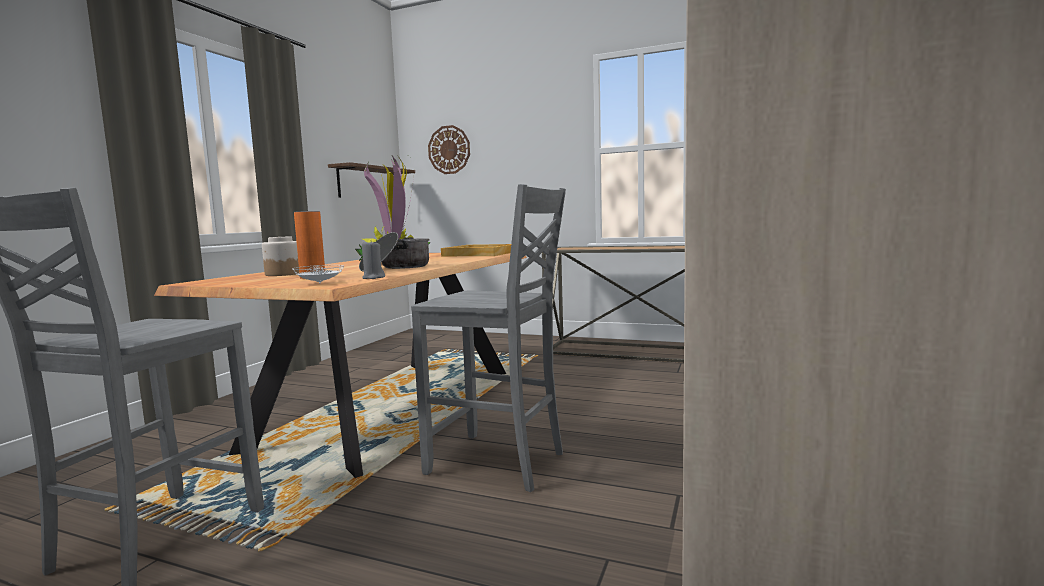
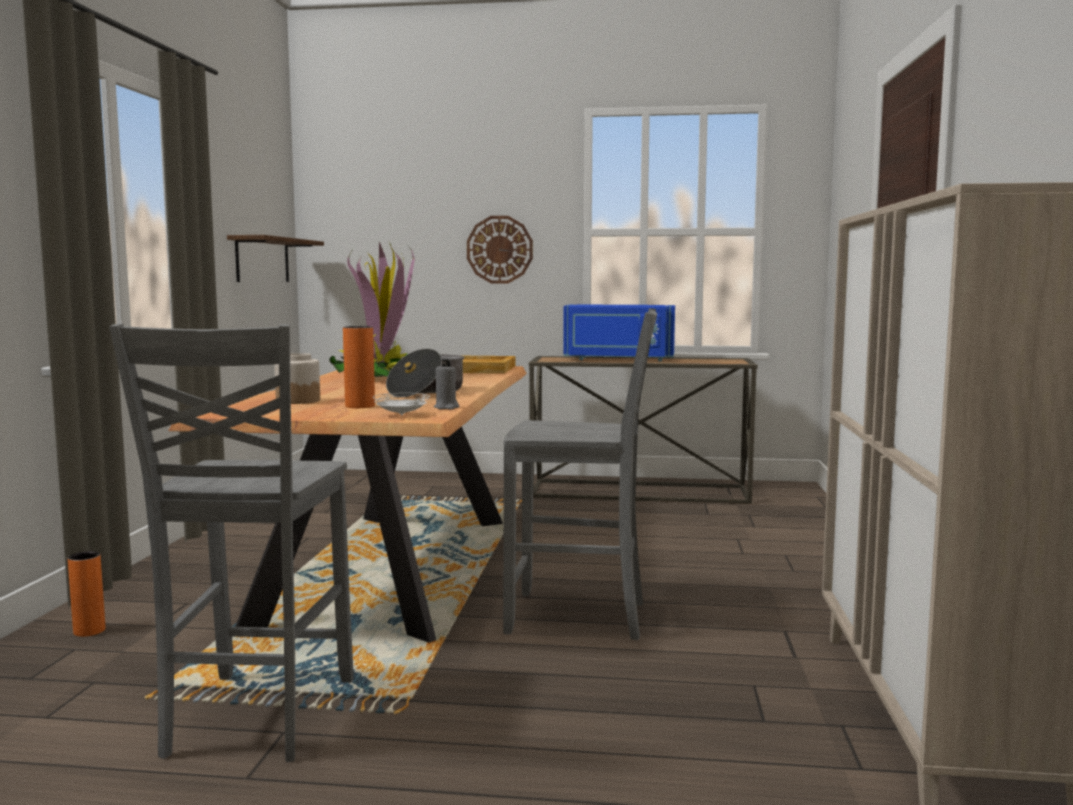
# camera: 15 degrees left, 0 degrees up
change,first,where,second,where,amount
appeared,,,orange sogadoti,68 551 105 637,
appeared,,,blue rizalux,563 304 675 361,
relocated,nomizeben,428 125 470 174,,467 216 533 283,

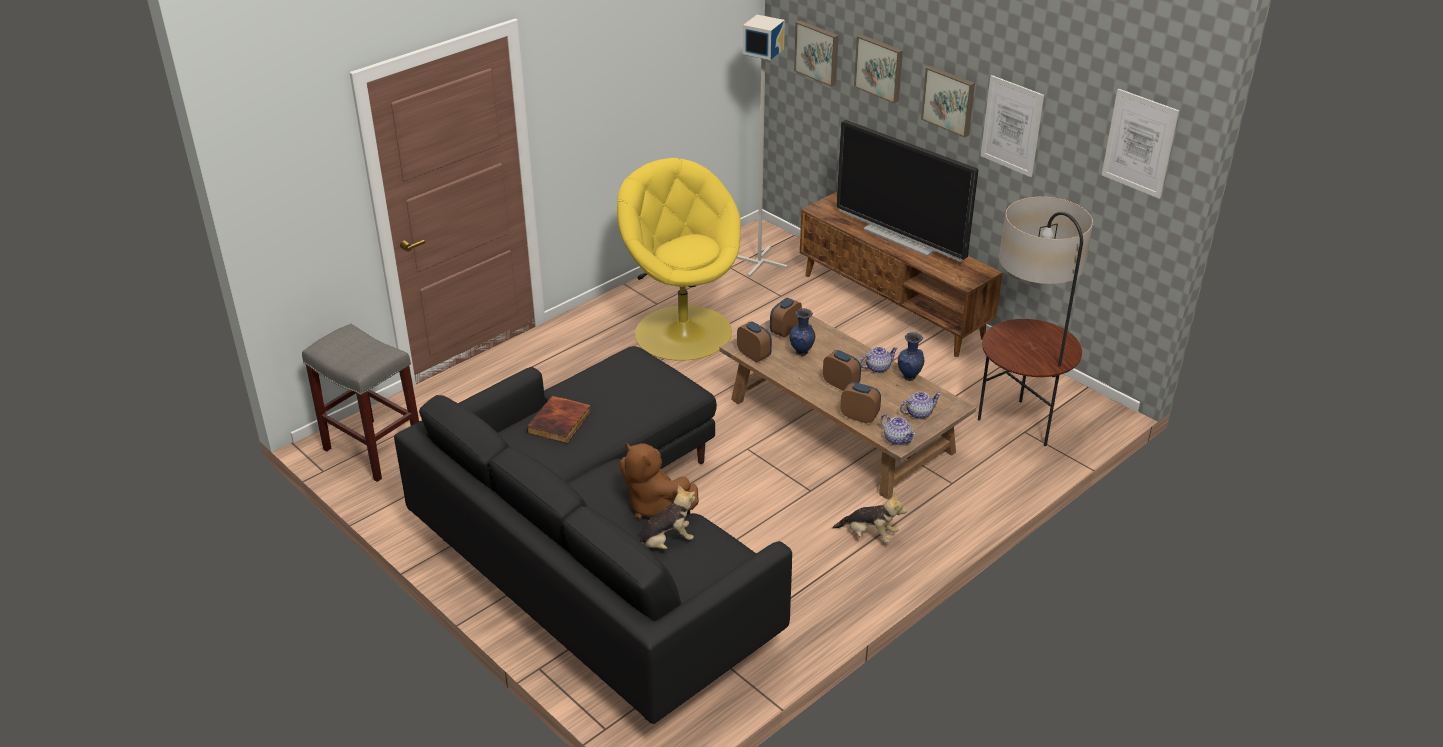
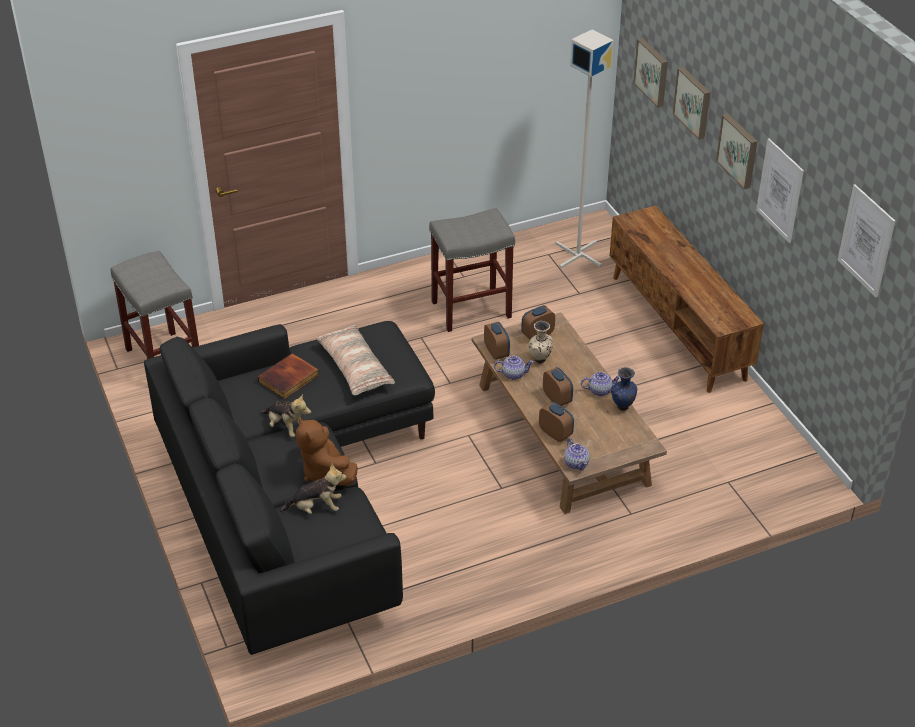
# camera: 20 degrees right, 5 degrees up
change,first,where,second,where,amount
missing,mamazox,836 120 979 262,,,
missing,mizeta,978 197 1093 446,,,
appeared,,,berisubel,316 324 395 395,
relocated,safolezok,832 493 907 543,,260 393 311 437,
relocated,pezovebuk,900 392 941 419,,494 356 534 380,
exchanged,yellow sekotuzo,617 158 741 361,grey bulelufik,429 208 515 332,
colour,blue sogadoti,790 308 815 356,beige sogadoti,529 321 553 363,

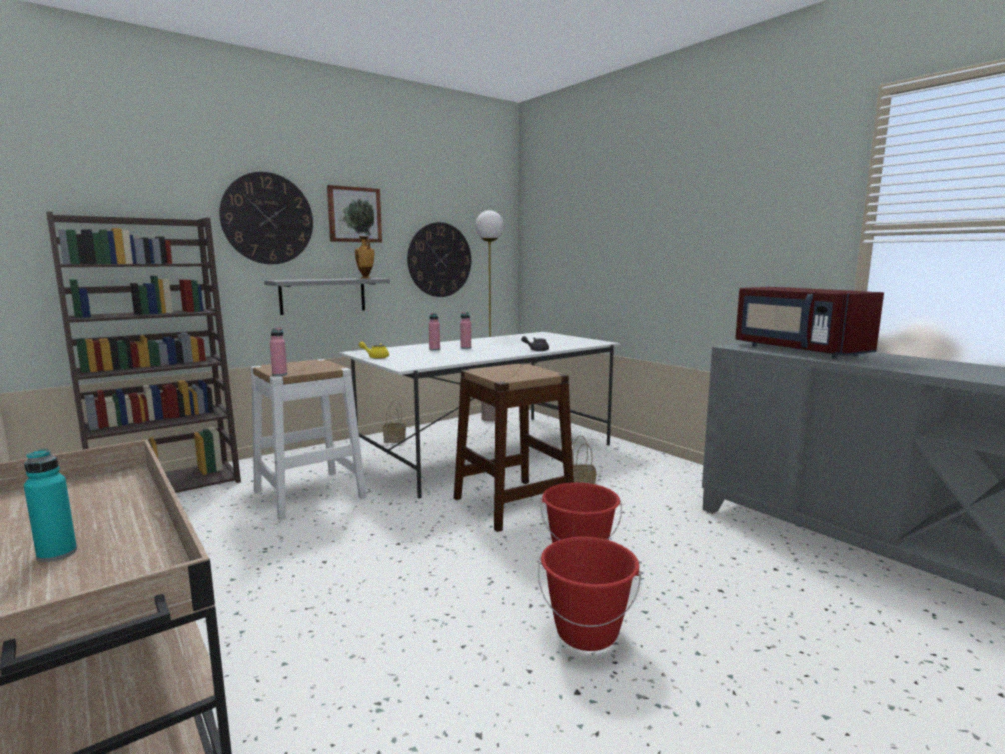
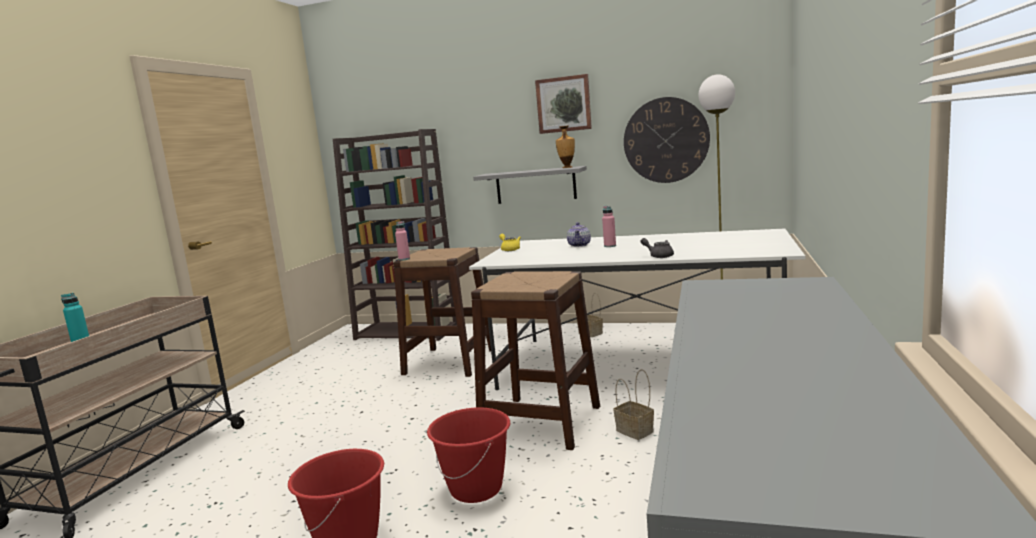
# camera: 55 degrees right, 0 degrees up
change,first,where,second,where,amount
missing,nomizeben,219 172 313 264,,,
missing,red rizalux,736 287 884 359,,,
exchanged,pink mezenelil,429 313 440 351,pezovebuk,567 222 591 247,
colour,white bulelufik,251 359 367 520,brown bulelufik,393 247 491 377,

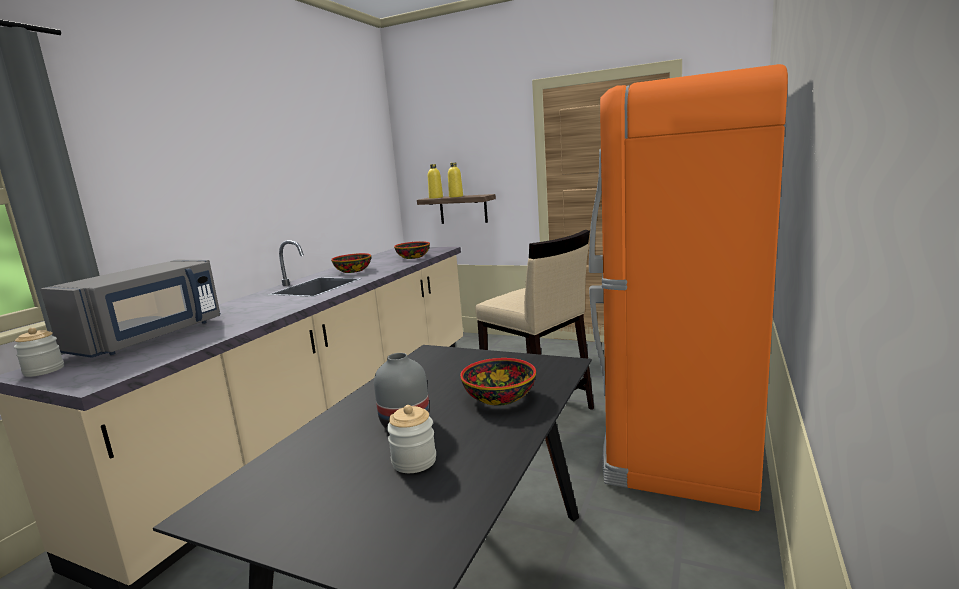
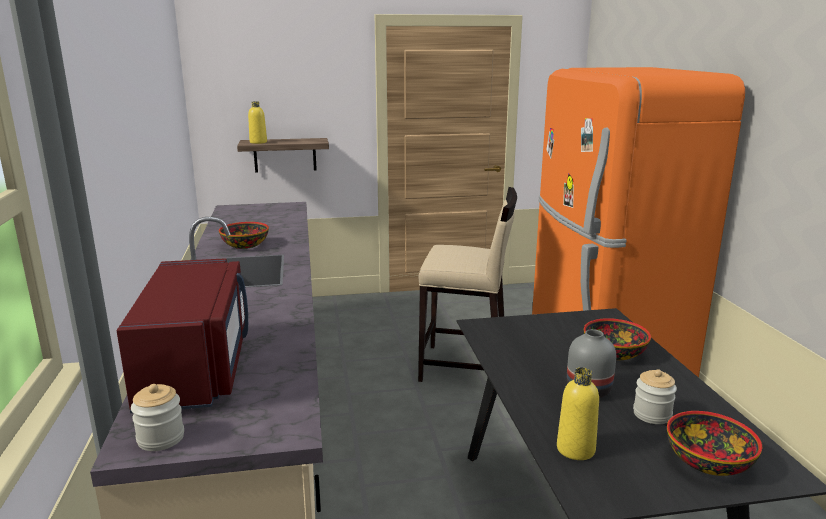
# camera: 35 degrees left, 5 degrees up
change,first,where,second,where,amount
relocated,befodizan,394 241 430 259,,667 411 762 476,
relocated,yellow mezenelil,448 162 463 198,,557 367 599 460,
colour,grey rizalux,40 260 220 358,red rizalux,117 258 248 413,

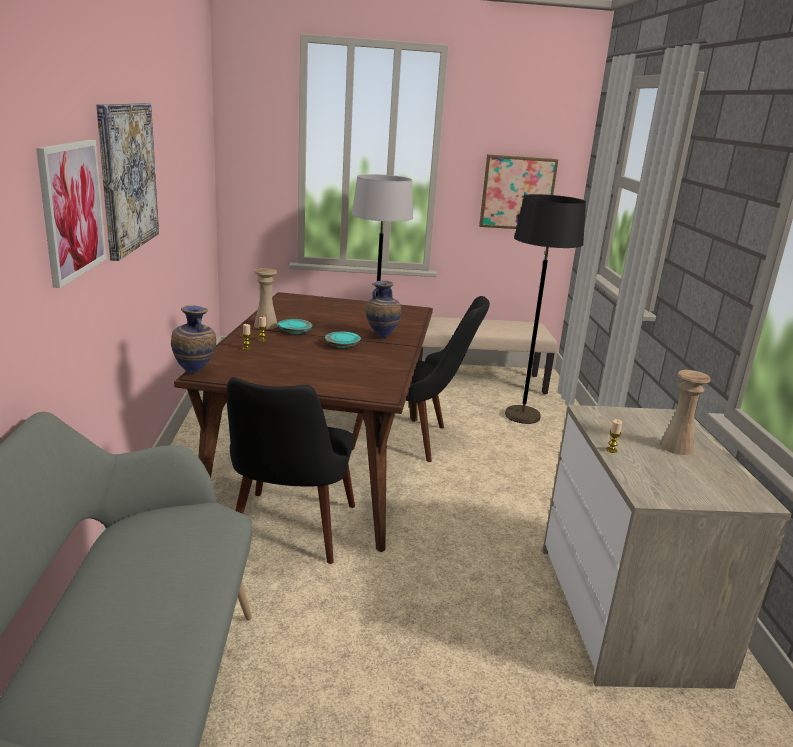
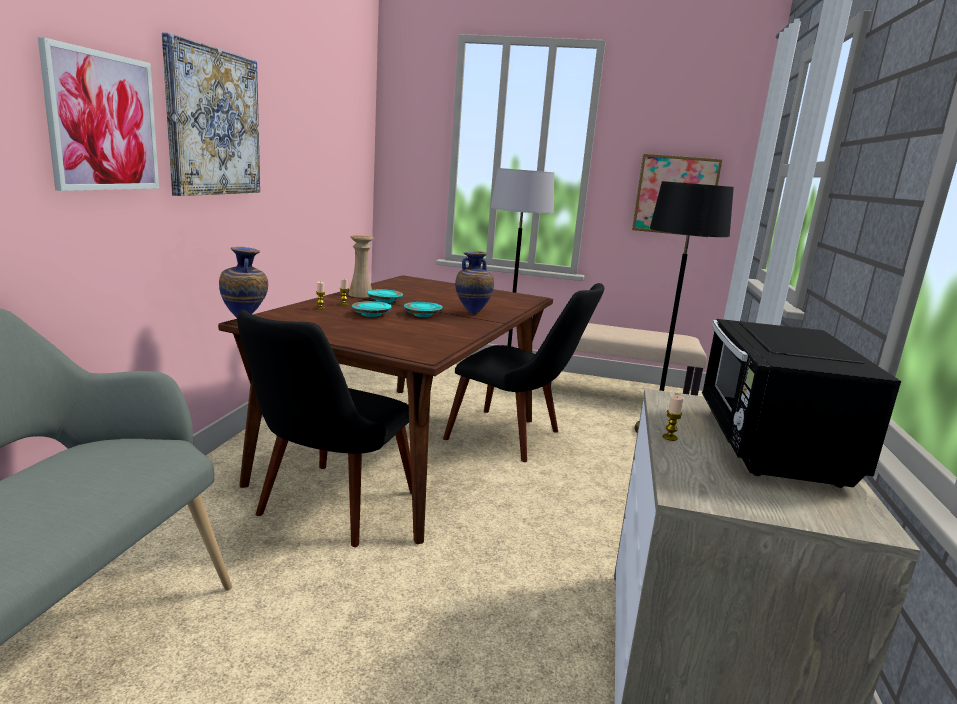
# camera: 15 degrees right, 5 degrees down
change,first,where,second,where,amount
appeared,,,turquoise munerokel,352 301 392 317,
exchanged,beige sogadoti,660 370 711 455,black rizalux,702 319 901 488,

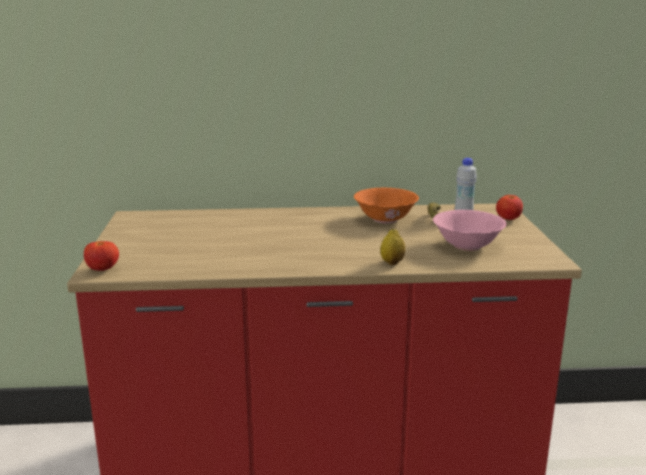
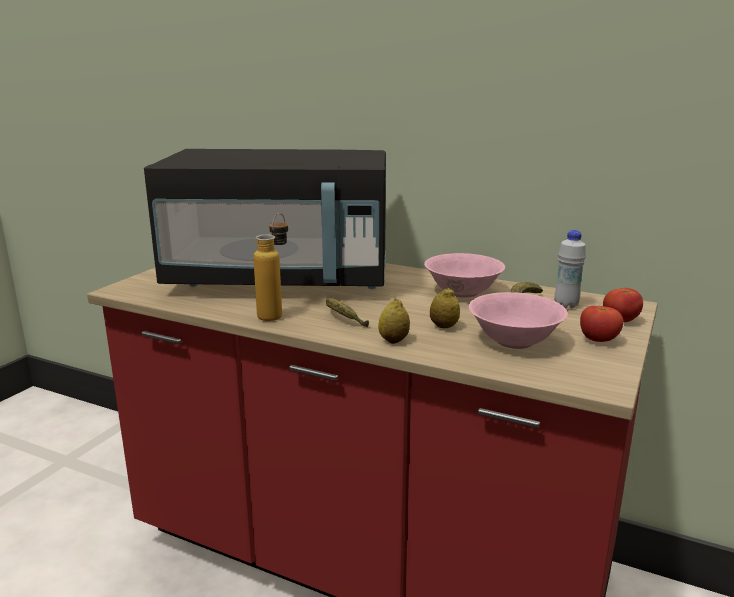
# camera: 30 degrees right, 0 degrees up
change,first,where,second,where,amount
appeared,,,black rizalux,144 149 386 289,
appeared,,,mezenelil,253 213 288 321,
appeared,,,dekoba,326 298 369 327,
appeared,,,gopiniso,430 287 460 328,
relocated,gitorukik,84 241 119 271,,580 306 623 342,
colour,orange befodizan,354 188 419 223,pink befodizan,424 253 505 298,

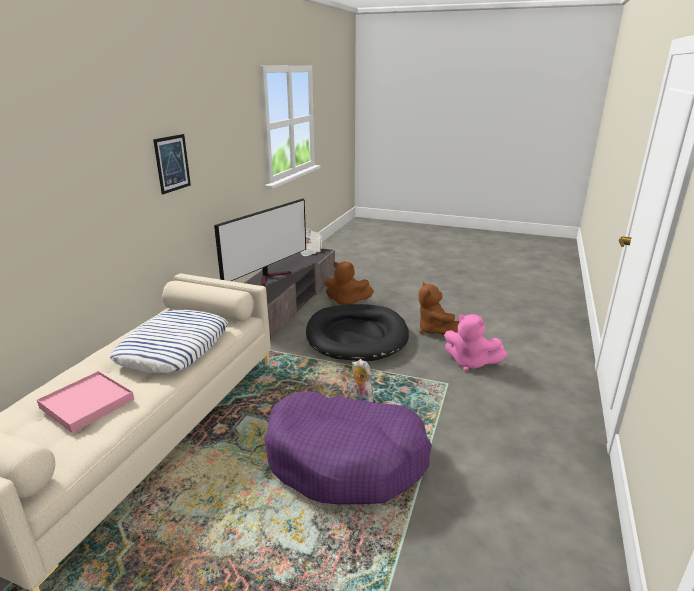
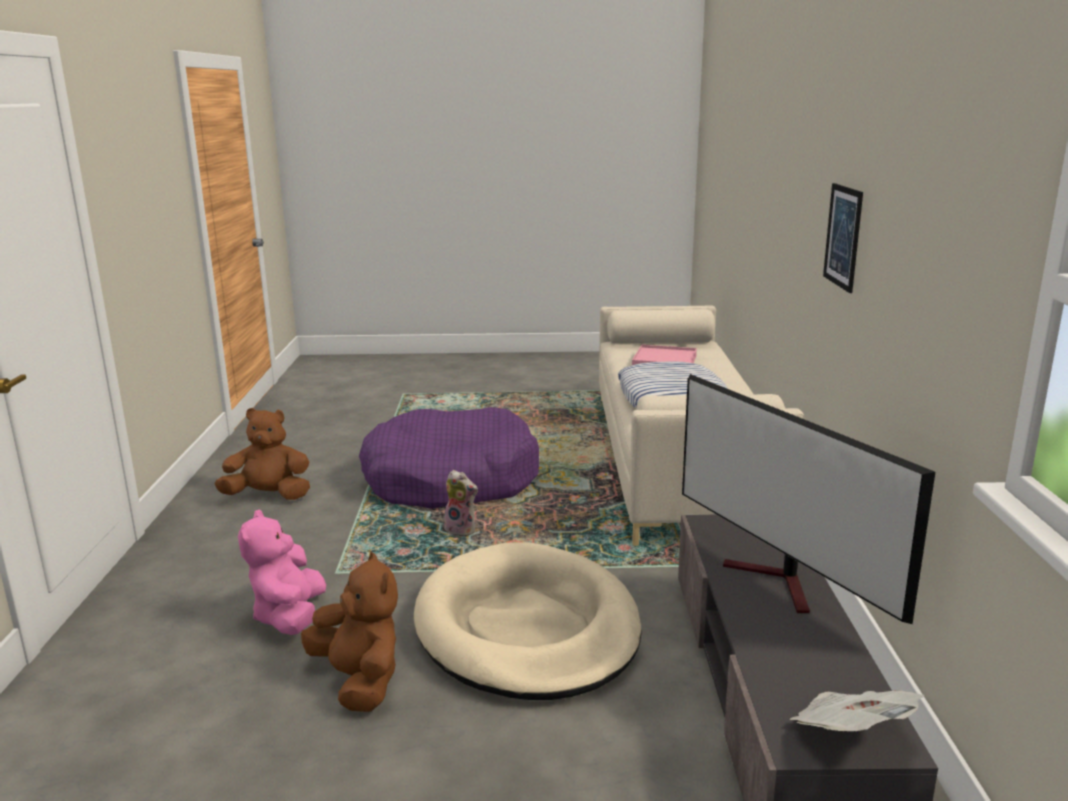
# camera: 160 degrees right, 5 degrees down
change,first,where,second,where,amount
relocated,brown safolezok,324 261 374 305,,215 408 310 500,
colour,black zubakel,306 304 409 361,beige zubakel,414 542 642 700,
spun,mamazox,214 198 306 286,,682 374 935 624,45 degrees counterclockwise
spun,pink safolezok,444 314 507 371,,238 509 326 635,105 degrees counterclockwise

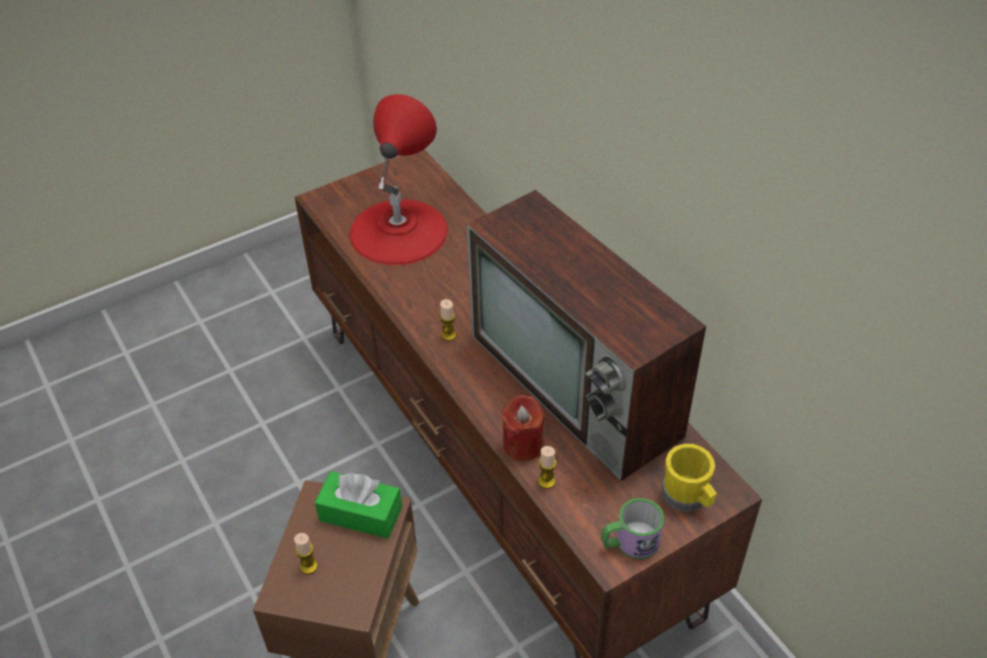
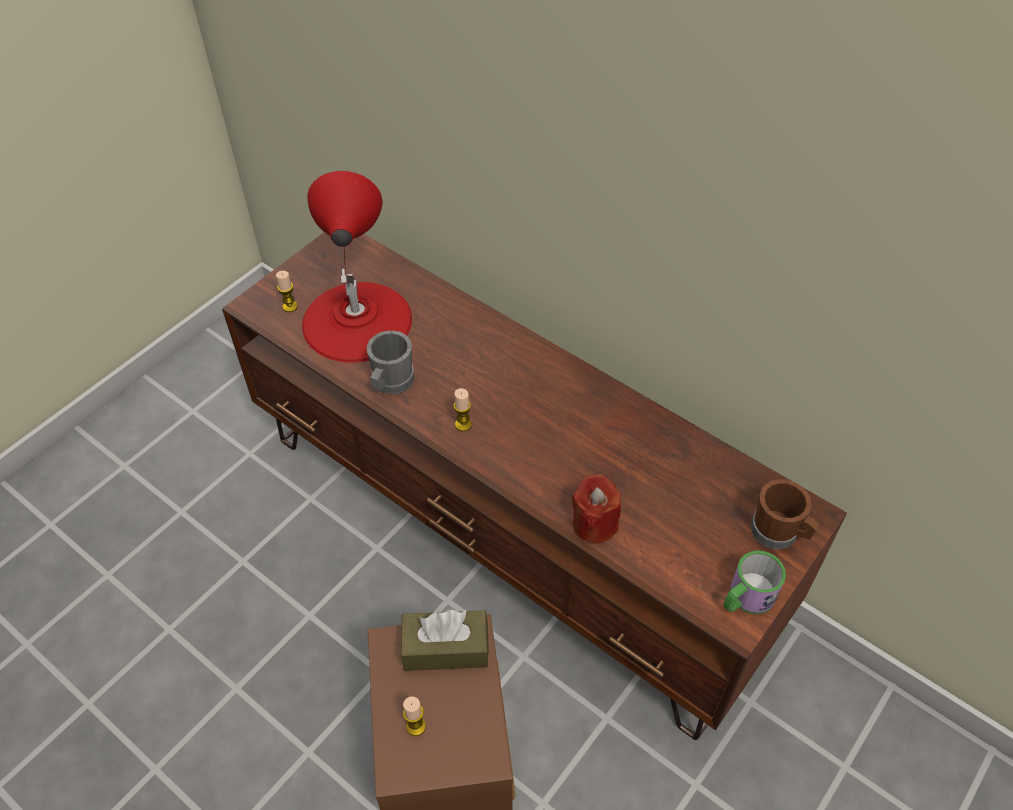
# camera: 20 degrees left, 5 degrees up
change,first,where,second,where,amount
missing,mamazox,467 190 706 481,,,
appeared,,,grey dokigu,367 330 415 395,
relocated,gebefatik,538 446 557 489,,276 271 298 312,
colour,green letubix,315 471 402 539,brown letubix,401 610 489 671,
colour,yellow dokigu,662 444 717 512,brown dokigu,751 479 820 549,

